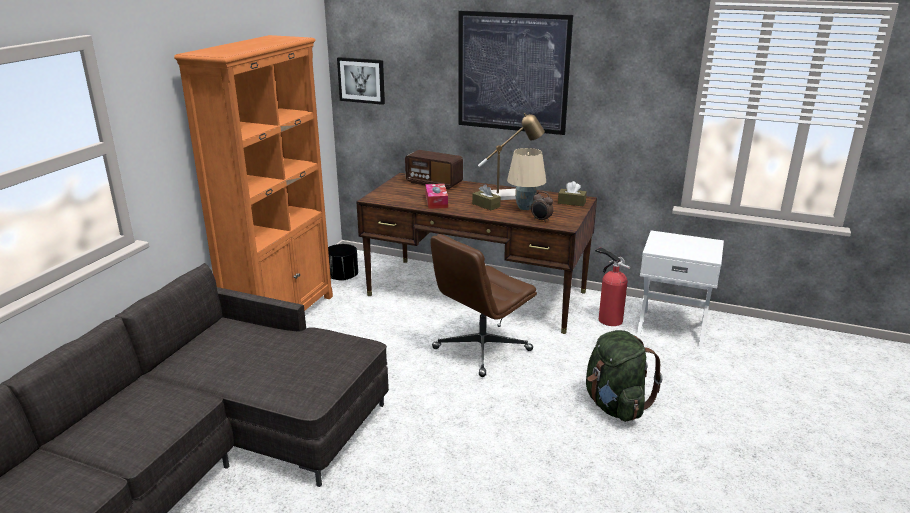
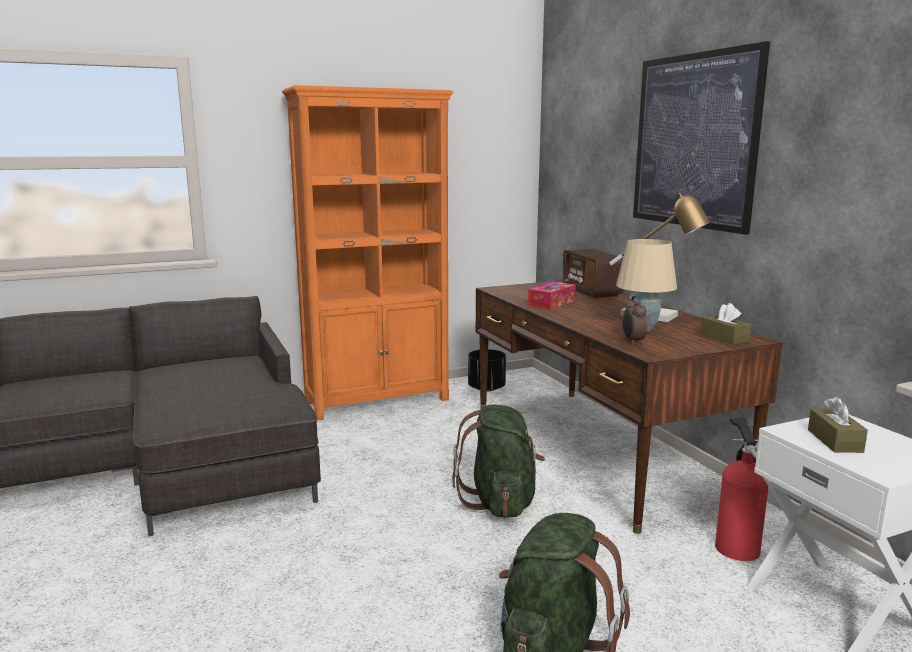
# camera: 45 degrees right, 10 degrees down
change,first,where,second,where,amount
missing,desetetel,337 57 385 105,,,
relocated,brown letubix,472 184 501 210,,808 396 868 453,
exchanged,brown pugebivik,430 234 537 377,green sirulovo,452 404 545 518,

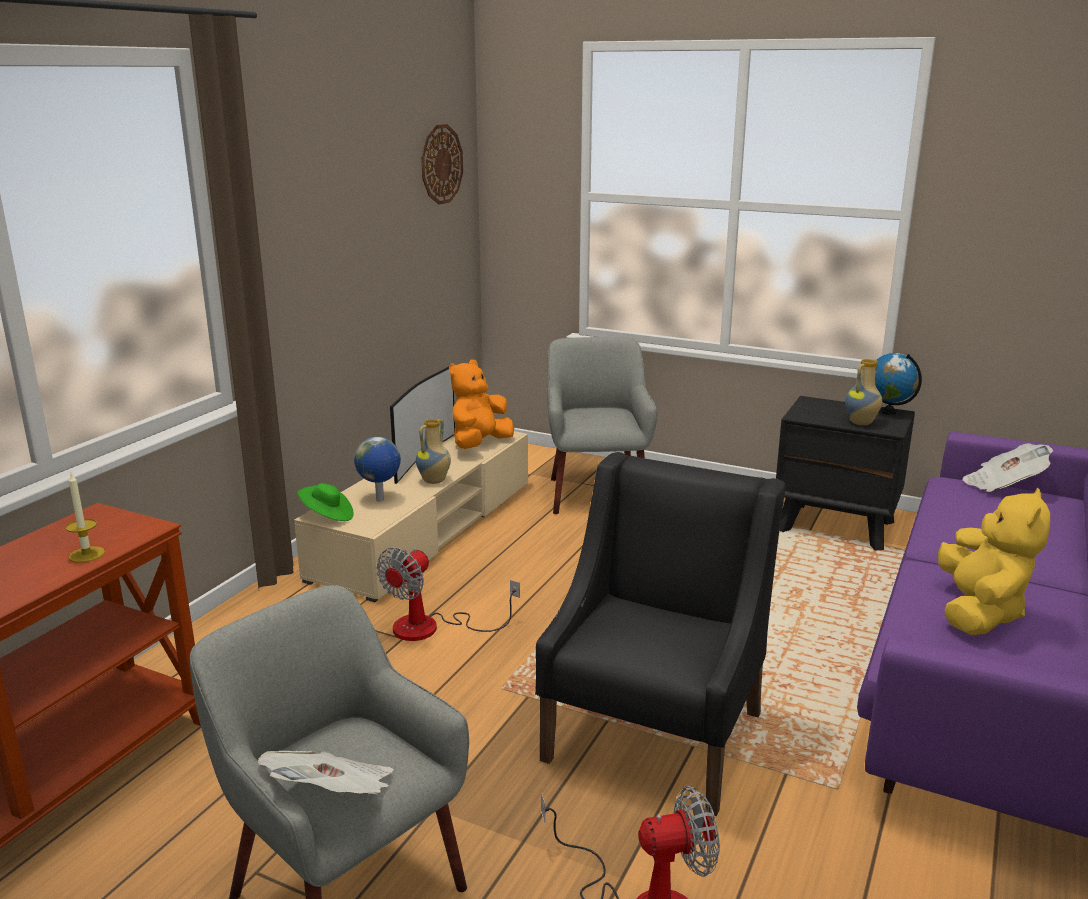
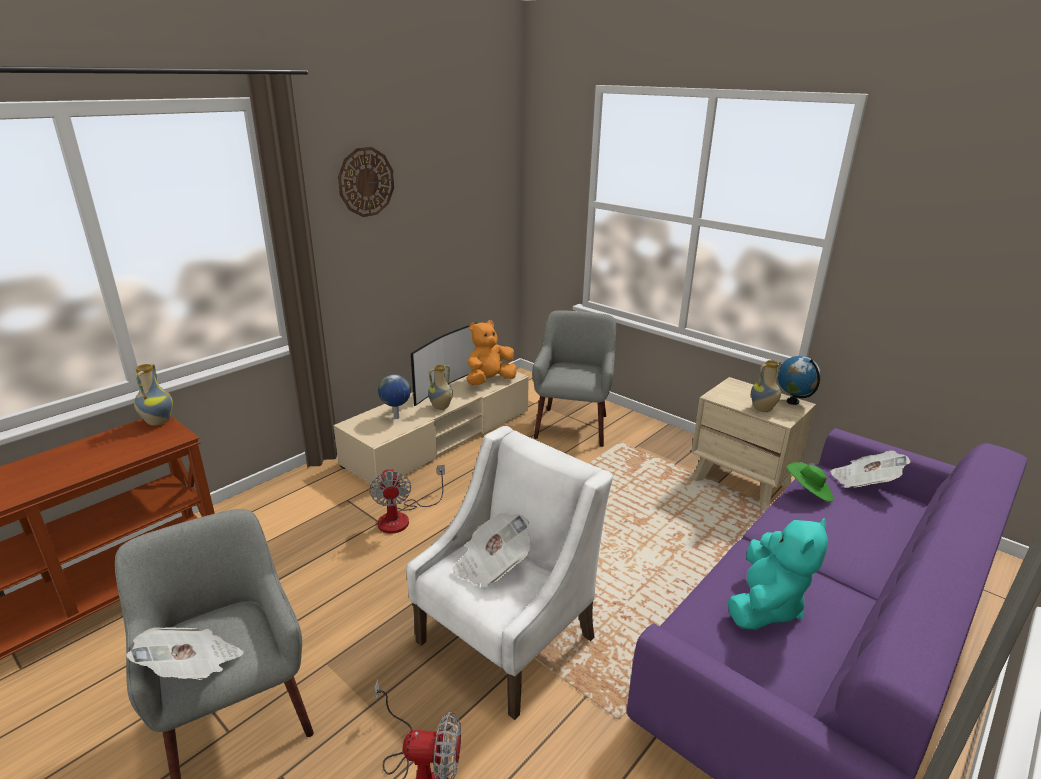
# camera: 15 degrees right, 5 degrees up
change,first,where,second,where,amount
missing,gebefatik,66 473 105 563,,,
appeared,,,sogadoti,134 363 173 426,
appeared,,,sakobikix,453 513 532 589,
relocated,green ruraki,297 483 354 521,,787 462 834 502,
relocated,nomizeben,421 124 463 205,,338 147 394 217,
colour,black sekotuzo,535 452 785 816,white sekotuzo,406 426 613 720,
colour,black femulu,776 396 915 550,beige femulu,691 377 816 510,
colour,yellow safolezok,938 488 1050 635,turquoise safolezok,728 518 828 630,
spun,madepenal,376 548 520 641,,369 465 445 534,60 degrees counterclockwise

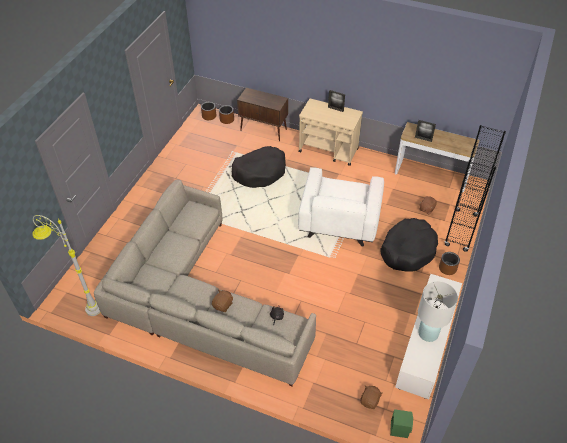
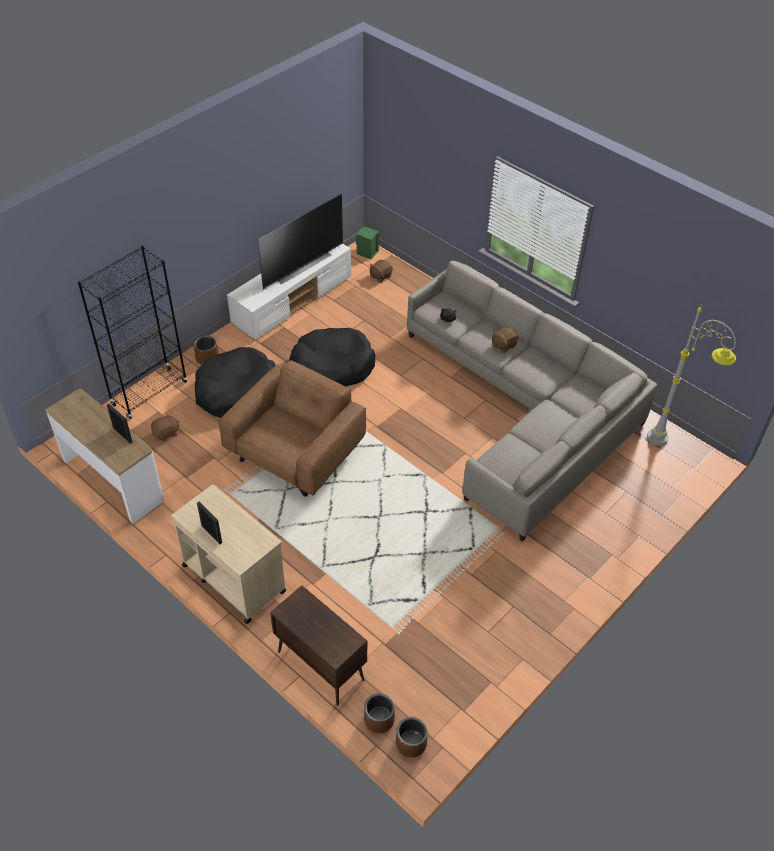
# camera: 160 degrees left, 0 degrees up
change,first,where,second,where,amount
relocated,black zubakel,232 146 286 188,,289 328 375 386,
exchanged,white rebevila,418 281 458 342,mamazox,258 194 343 289,
colour,white sekotuzo,298 167 384 247,brown sekotuzo,219 360 366 497,

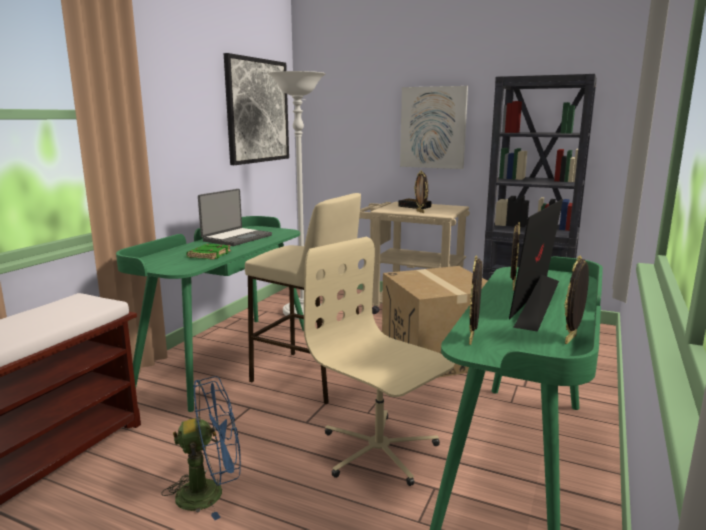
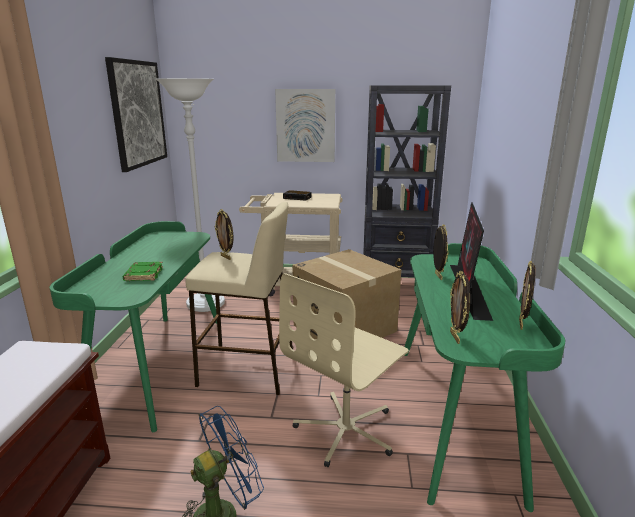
# camera: 20 degrees left, 5 degrees up
change,first,where,second,where,amount
missing,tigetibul,198 189 272 246,,,
relocated,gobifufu,414 170 428 213,,215 209 233 260,
spun,beige pugebivik,304 237 455 486,,279 273 409 467,75 degrees counterclockwise

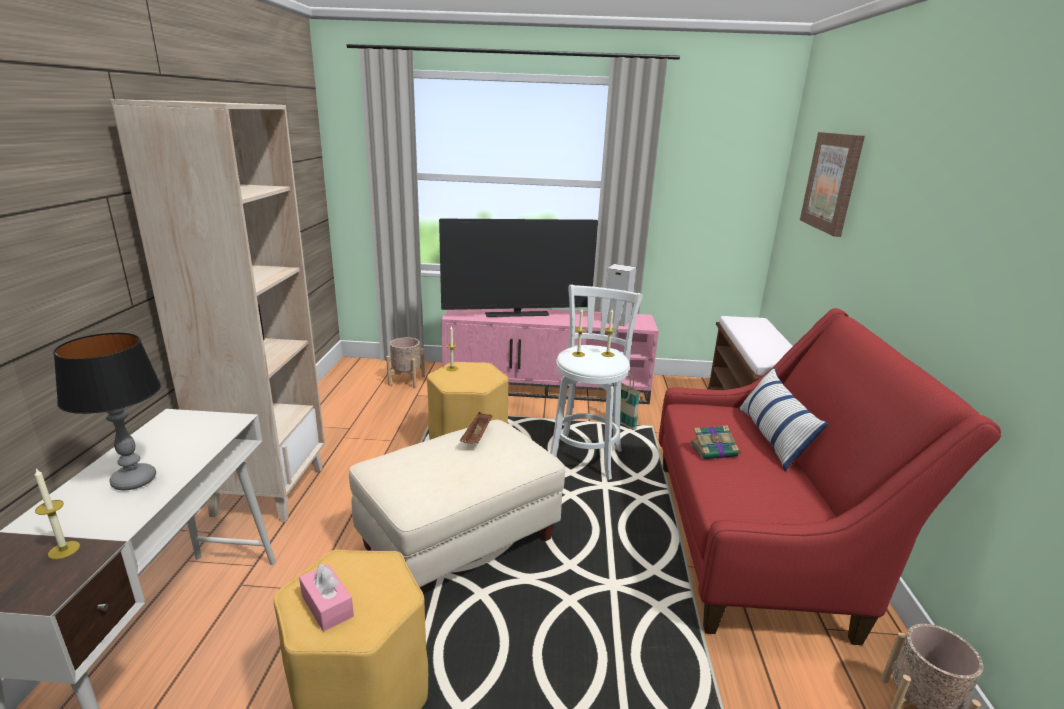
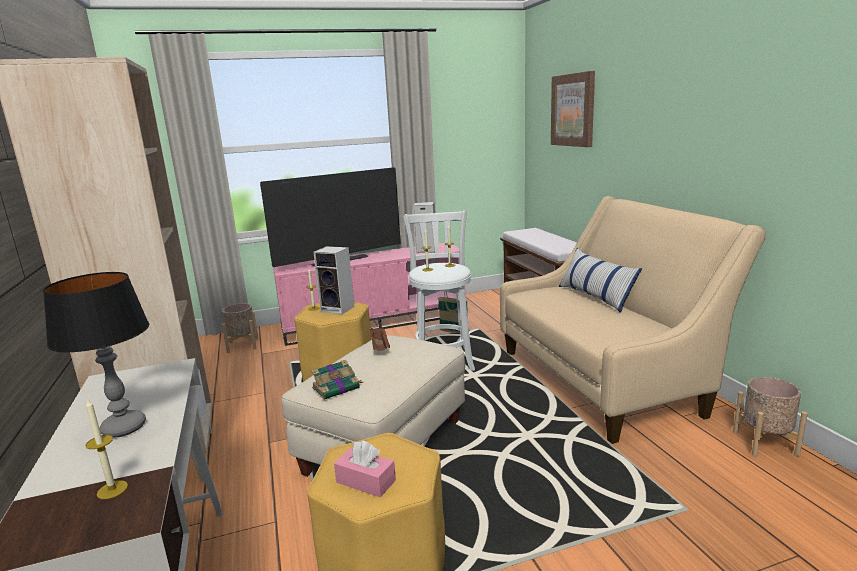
# camera: 20 degrees left, 5 degrees down
change,first,where,second,where,amount
appeared,,,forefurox,313 246 354 314,
relocated,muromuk,690 425 742 459,,311 360 363 400,
colour,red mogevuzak,659 308 1001 645,beige mogevuzak,500 196 766 444,

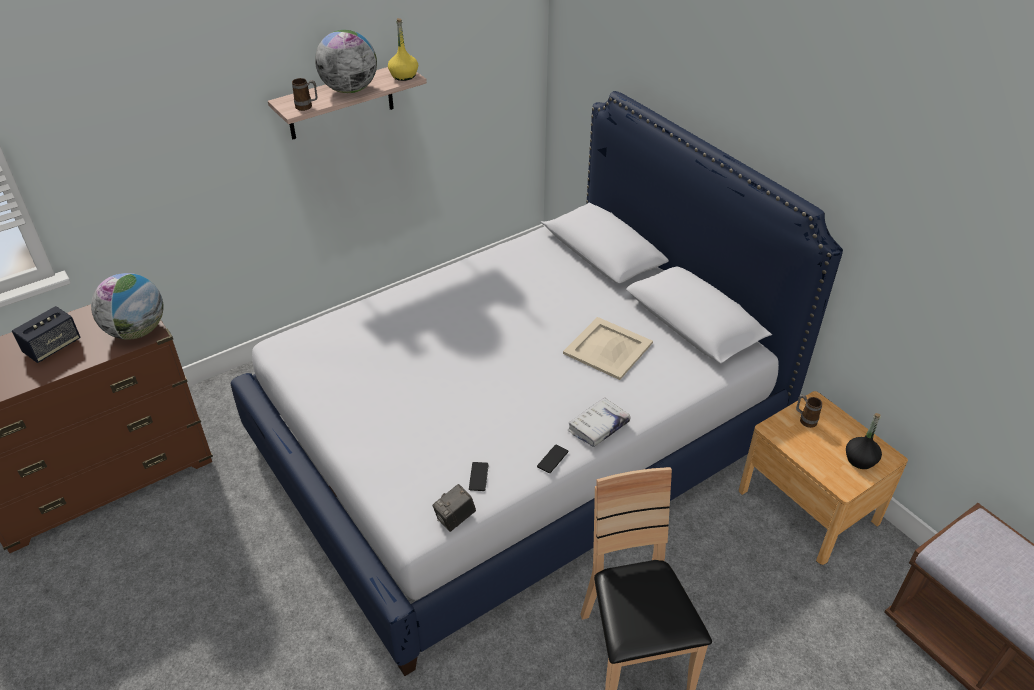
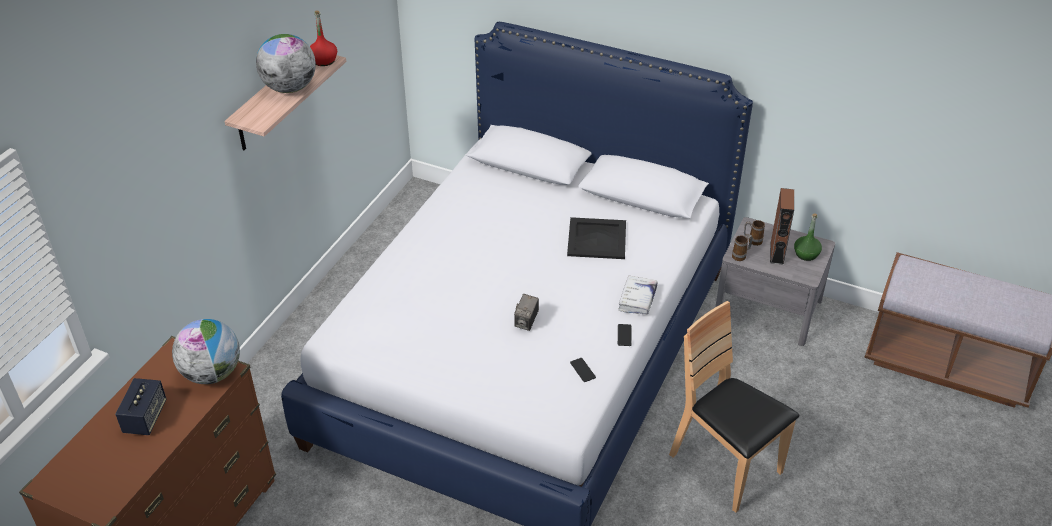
# camera: 30 degrees left, 0 degrees up
change,first,where,second,where,amount
appeared,,,brown forefurox,770 188 794 265,
relocated,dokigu,292 78 317 111,,732 235 753 261,
relocated,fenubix,432 484 476 532,,514 294 539 331,
colour,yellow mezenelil,388 18 418 81,red mezenelil,310 10 337 66,
colour,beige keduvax,563 317 653 380,black keduvax,567 217 626 259,
colour,brown femulu,739 391 908 565,grey femulu,715 217 835 346,
colour,black mezenelil,846 413 882 469,green mezenelil,794 214 822 261,

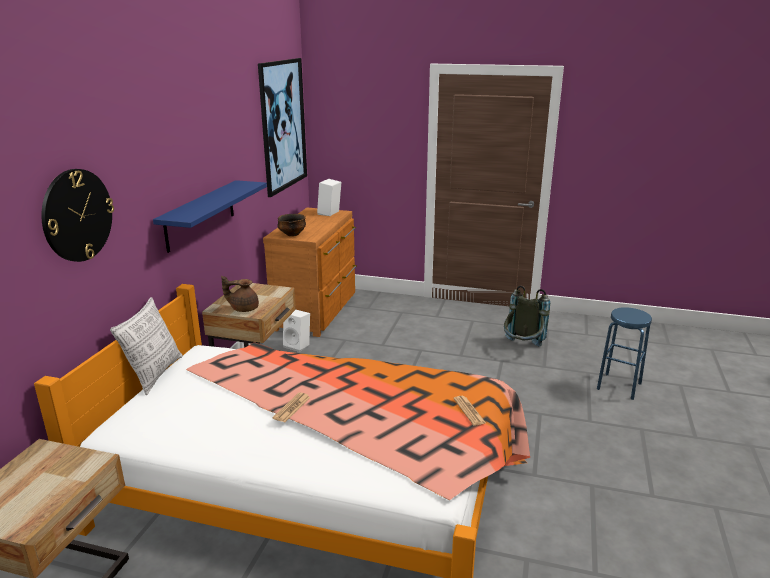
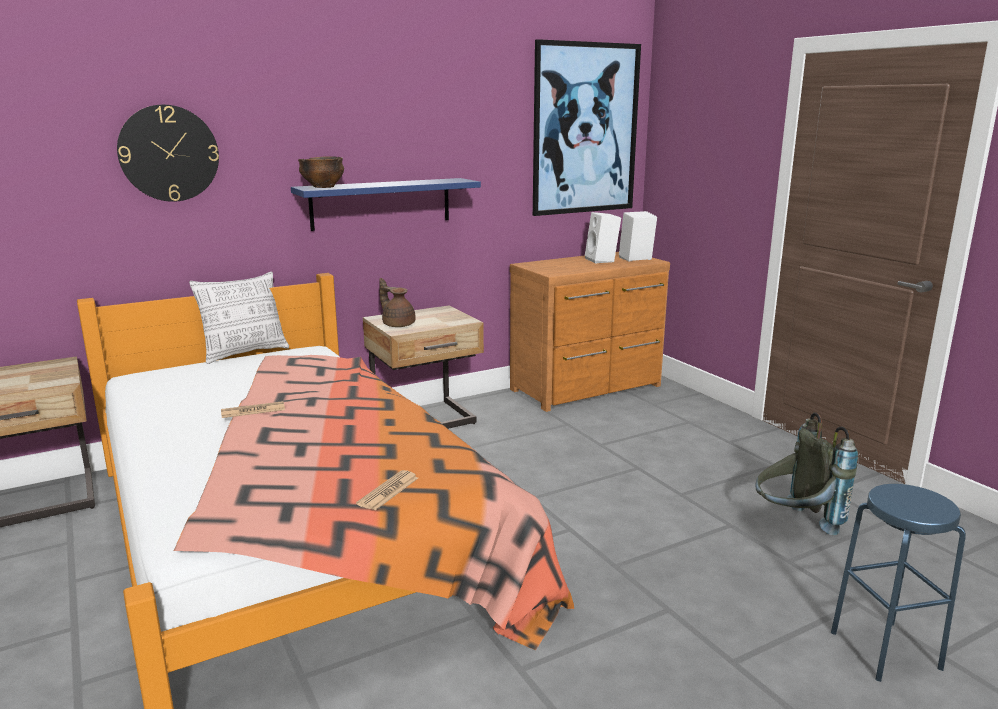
# camera: 45 degrees right, 5 degrees down
change,first,where,second,where,amount
relocated,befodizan,277 214 306 236,,298 156 344 188,
relocated,white forefurox,283 310 310 352,,585 212 621 263,

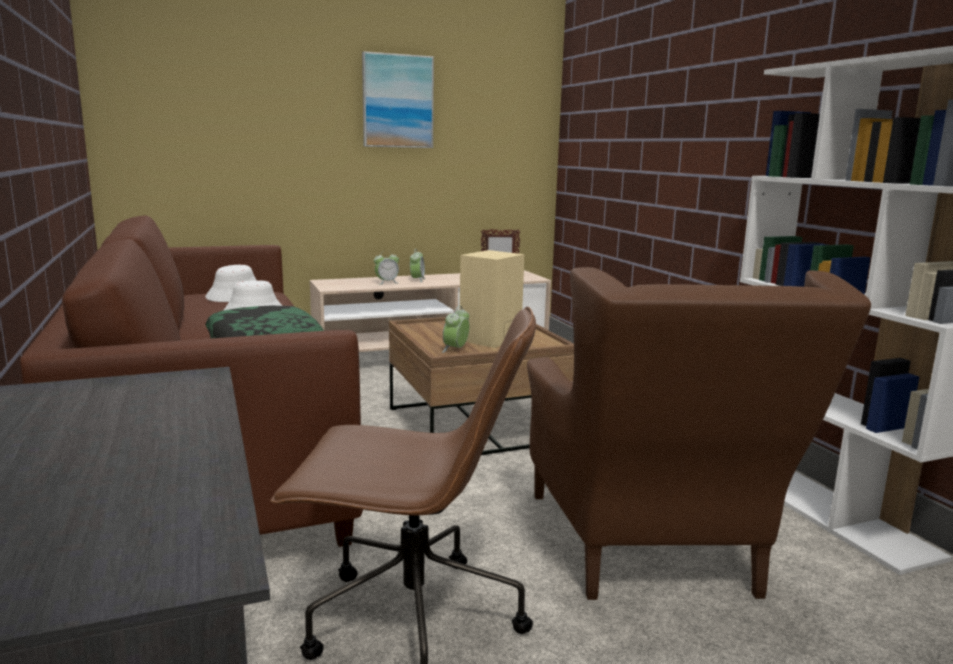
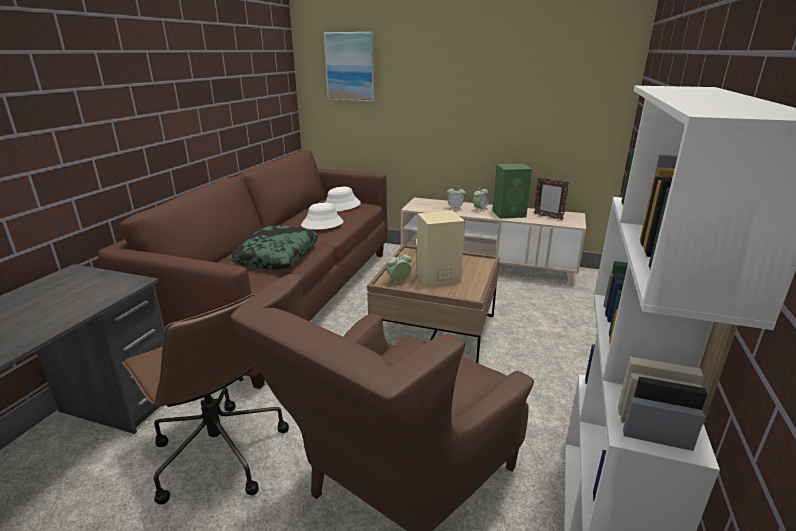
# camera: 40 degrees right, 10 degrees up
change,first,where,second,where,amount
appeared,,,green forefurox,493 163 532 218,
relocated,desetetel,362 51 434 148,,324 32 375 101,

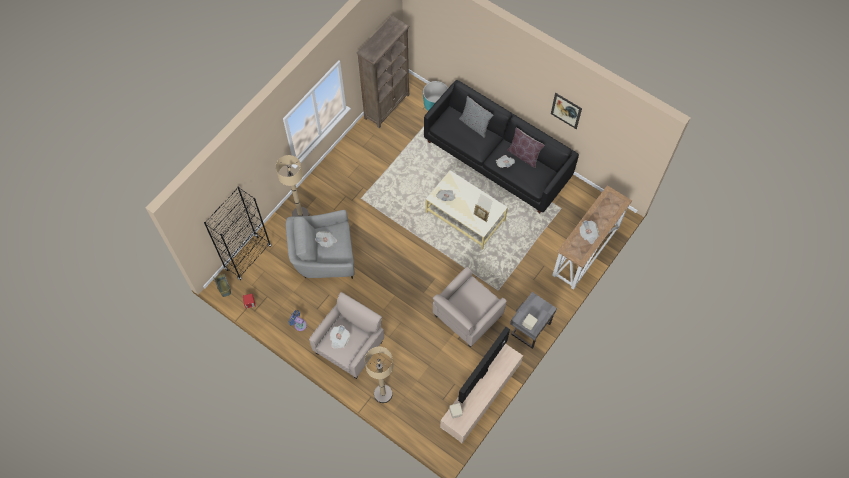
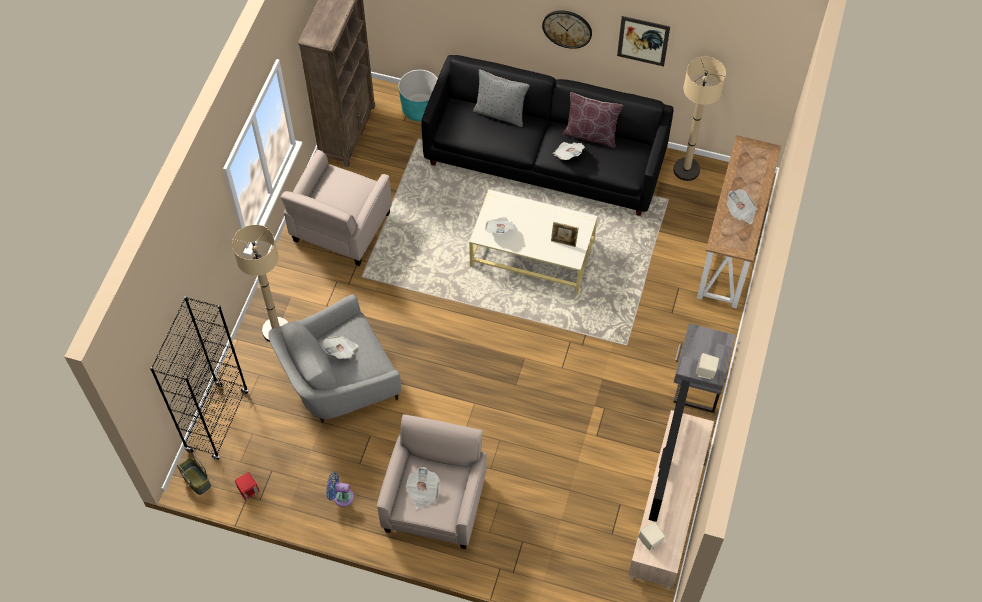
# camera: 20 degrees left, 5 degrees down
change,first,where,second,where,amount
appeared,,,nomizeben,542 10 592 49,
relocated,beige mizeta,365 347 393 403,,673 57 726 181,
relocated,beige sekotuzo,433 267 507 348,,281 150 392 266,

